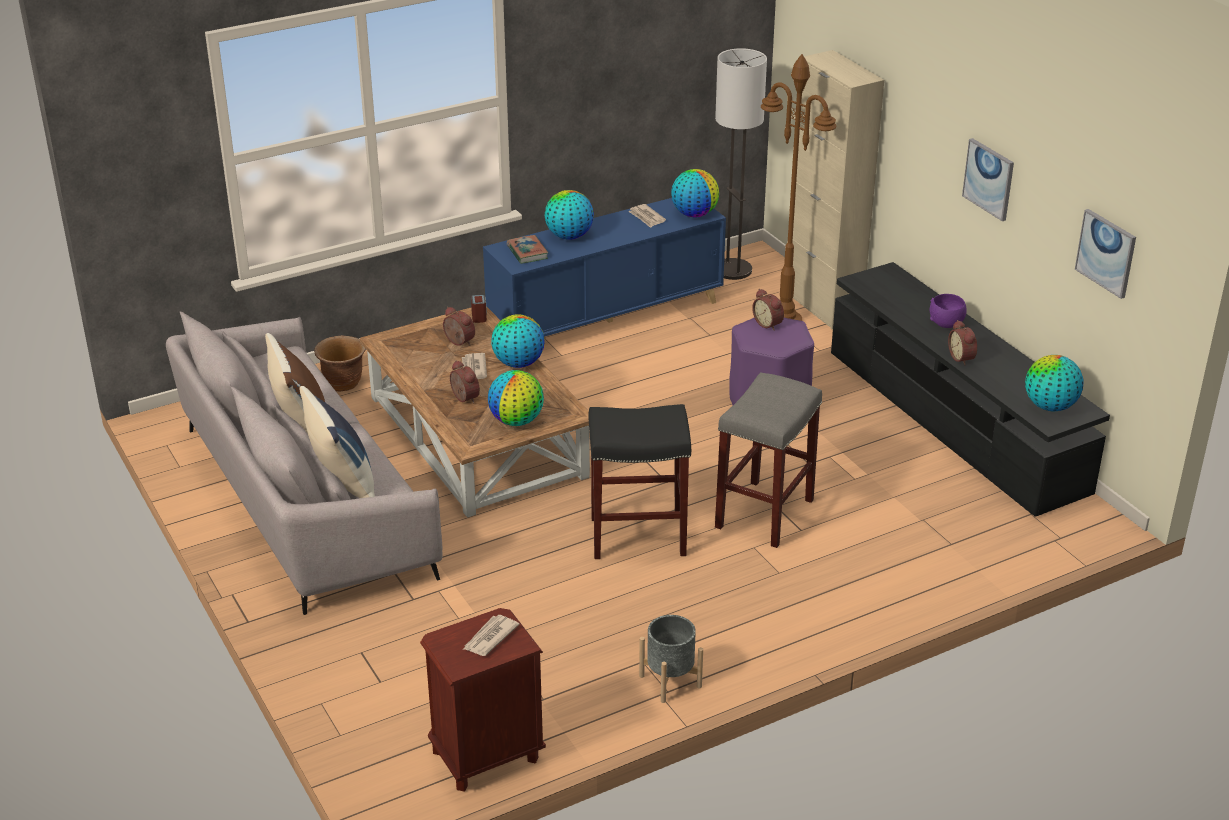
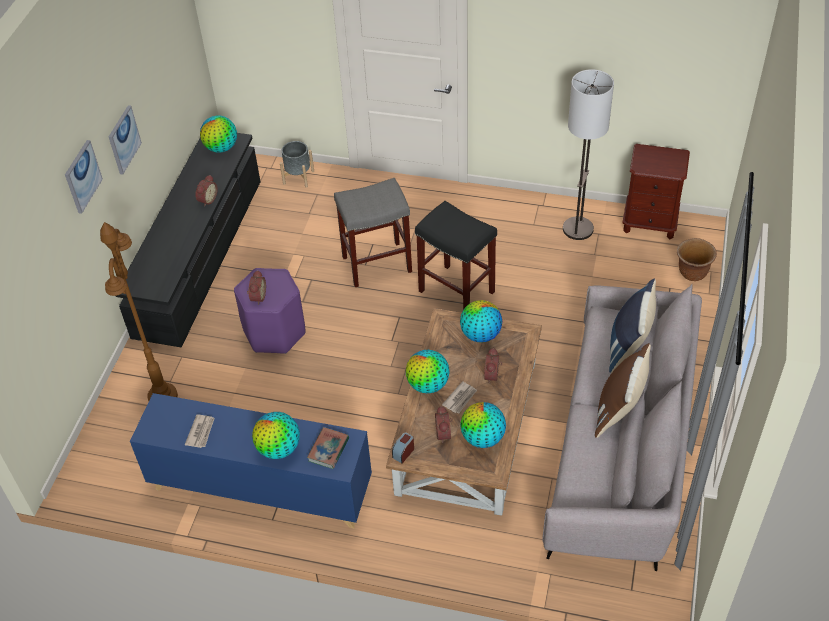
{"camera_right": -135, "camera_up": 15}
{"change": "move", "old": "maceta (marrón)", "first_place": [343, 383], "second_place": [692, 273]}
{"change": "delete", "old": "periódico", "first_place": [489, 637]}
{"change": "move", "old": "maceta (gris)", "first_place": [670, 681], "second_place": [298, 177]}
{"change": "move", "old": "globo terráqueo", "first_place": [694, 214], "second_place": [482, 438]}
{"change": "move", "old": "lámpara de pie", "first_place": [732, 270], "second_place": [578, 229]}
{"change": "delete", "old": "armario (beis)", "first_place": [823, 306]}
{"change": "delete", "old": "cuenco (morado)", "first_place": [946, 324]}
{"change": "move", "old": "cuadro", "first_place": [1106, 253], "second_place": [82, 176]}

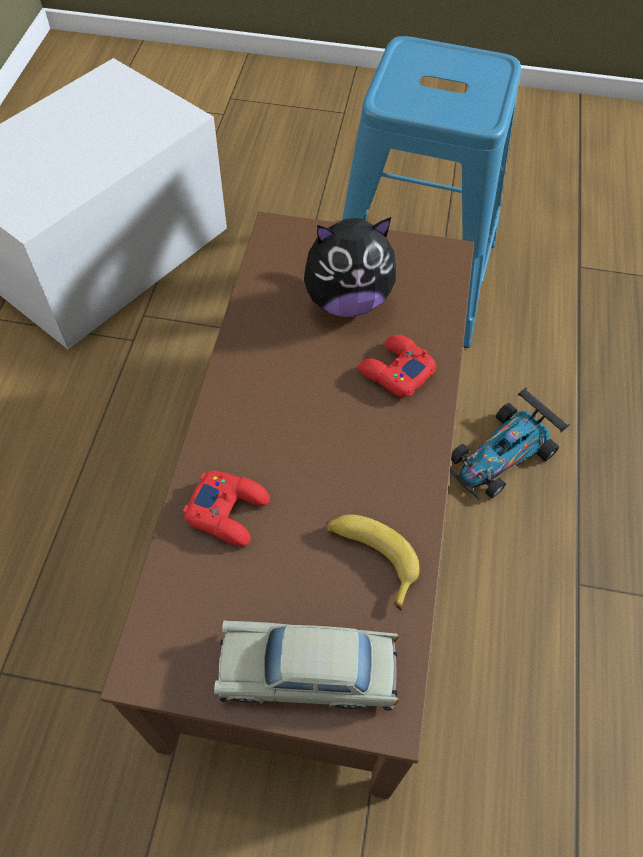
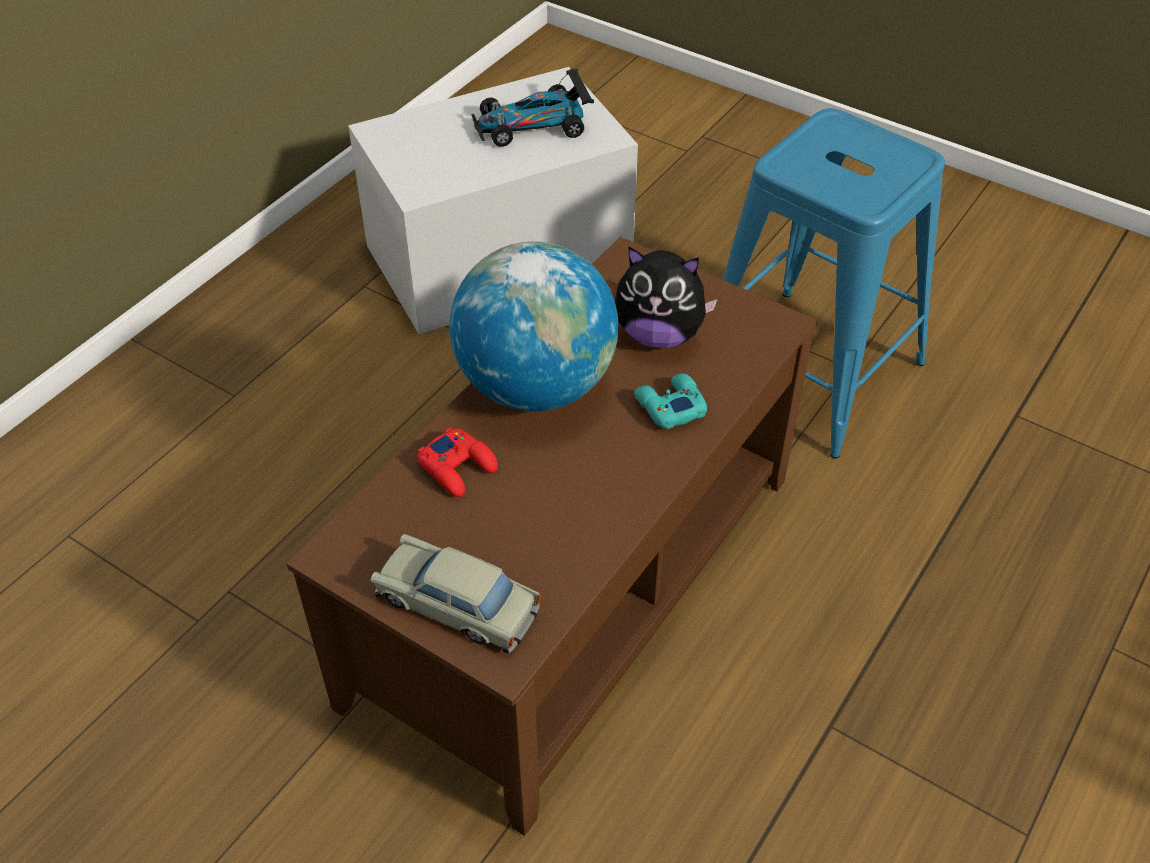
{"camera_right": 25, "camera_up": -10}
{"change": "delete", "old": "plátano", "first_place": [370, 557]}
{"change": "recolor", "old": "mando de consola (rojo)", "new": "mando de consola (turquesa)", "first_place": [395, 371], "second_place": [669, 406]}
{"change": "move", "old": "coche de juguete", "first_place": [502, 455], "second_place": [533, 125]}
{"change": "insert", "new": "globo terráqueo", "second_place": [535, 386]}

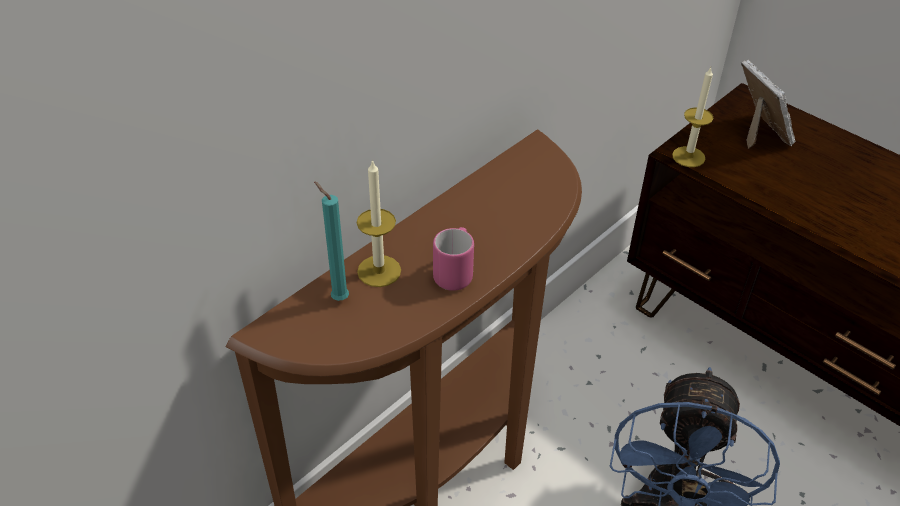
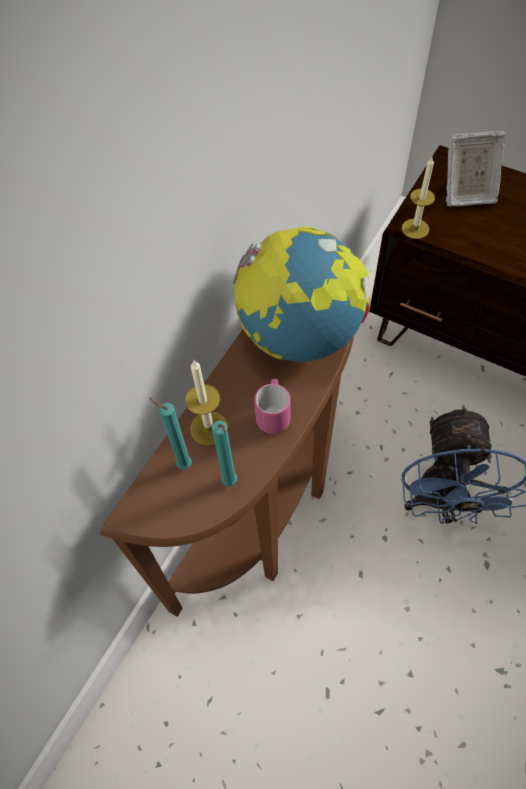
{"camera_right": -10, "camera_up": 15}
{"change": "rotate", "old": "portarretratos", "first_place": [760, 135], "second_place": [466, 194], "degrees": 120}
{"change": "insert", "new": "vela (turquesa)", "second_place": [230, 483]}
{"change": "insert", "new": "globo terráqueo", "second_place": [300, 335]}

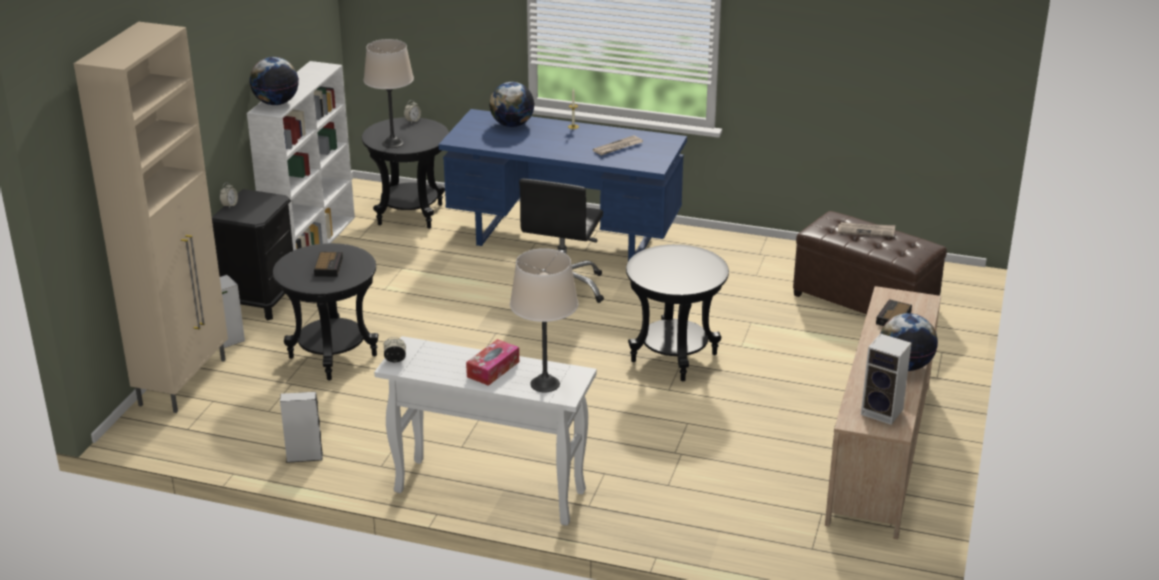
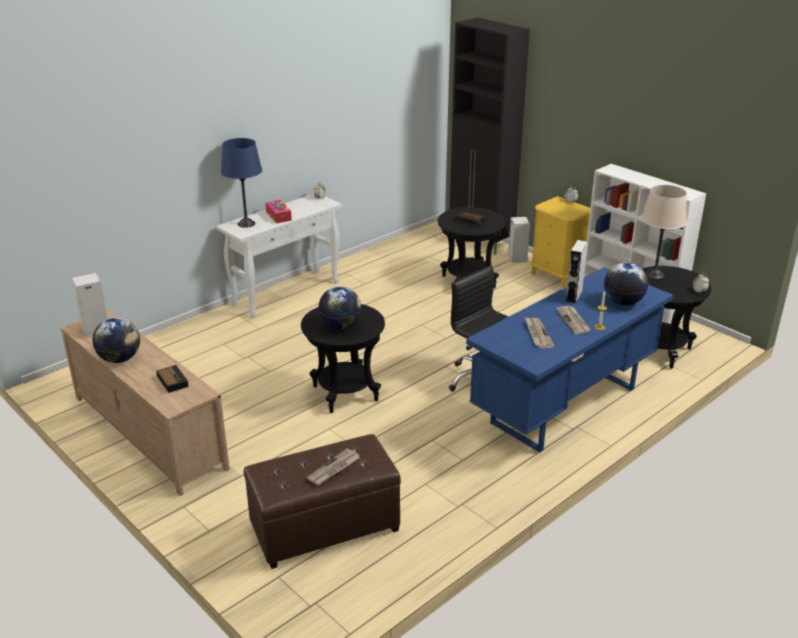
{"camera_right": 120, "camera_up": 0}
{"change": "recolor", "old": "armario (beis)", "new": "armario (negro)", "first_place": [184, 381], "second_place": [481, 242]}
{"change": "recolor", "old": "mesita de noche (negro)", "new": "mesita de noche (amarillo)", "first_place": [262, 301], "second_place": [557, 275]}
{"change": "move", "old": "globo terráqueo", "first_place": [276, 103], "second_place": [341, 326]}
{"change": "move", "old": "altavoz (gris)", "first_place": [304, 457], "second_place": [573, 296]}
{"change": "recolor", "old": "lámpara de mesa (beis)", "new": "lámpara de mesa (azul)", "first_place": [545, 384], "second_place": [246, 224]}
{"change": "insert", "new": "periódico", "second_place": [573, 321]}

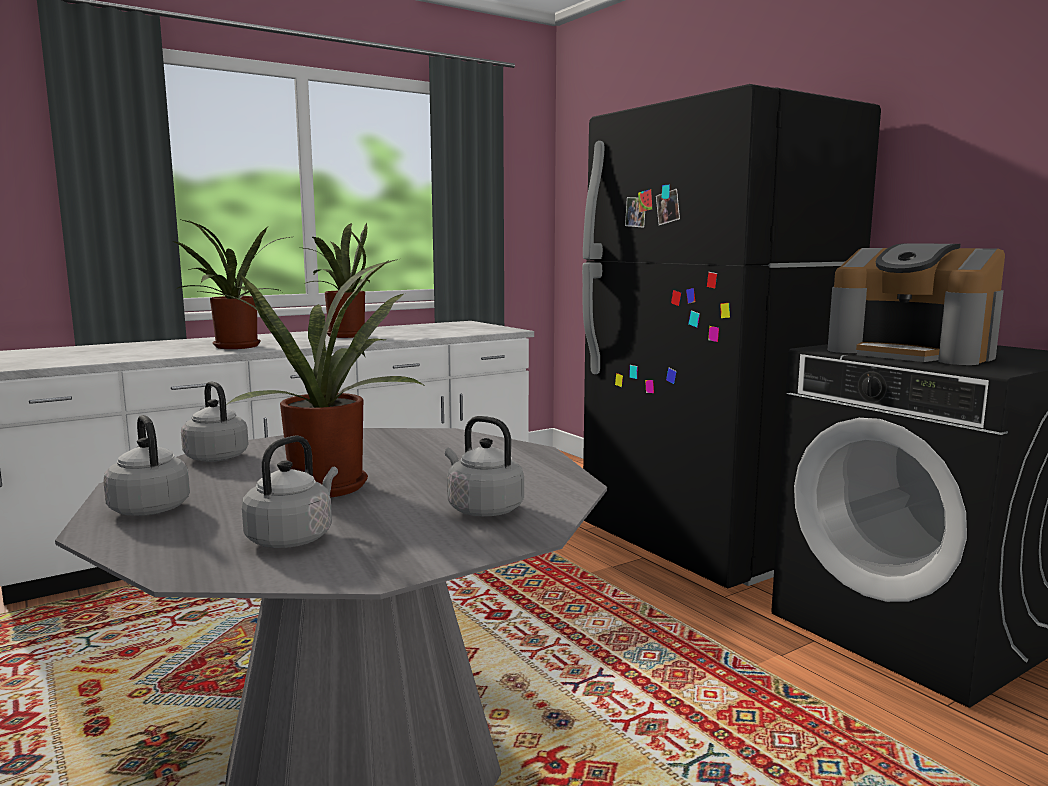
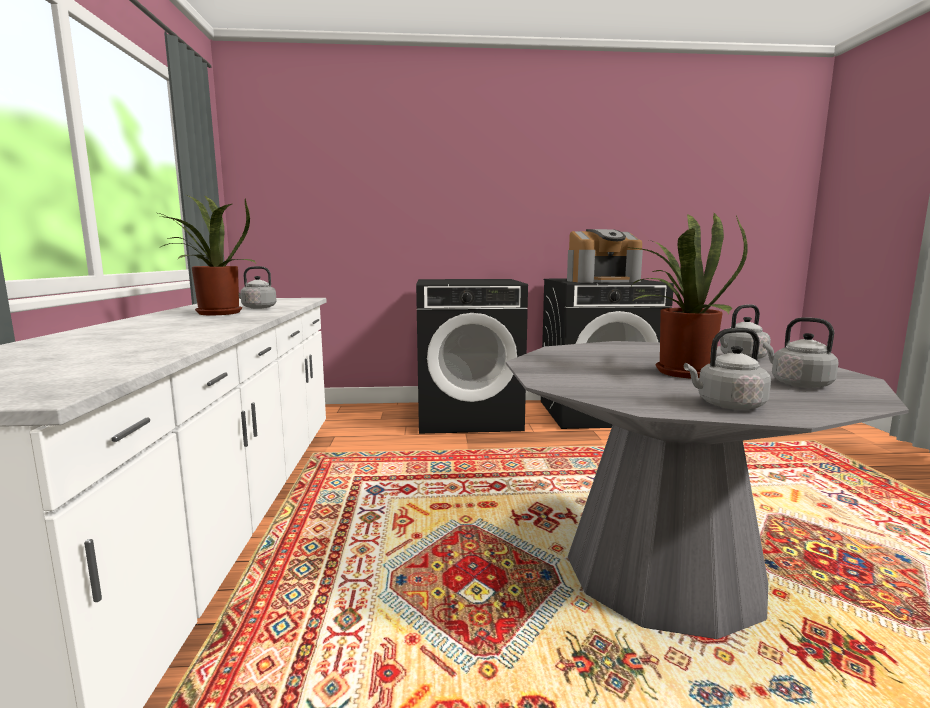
{"camera_right": -60, "camera_up": 0}
{"change": "delete", "old": "planta en maceta", "first_place": [235, 347]}
{"change": "move", "old": "hervidor (gris)", "first_place": [215, 456], "second_place": [257, 308]}
{"change": "replace", "old": "nevera (negro)", "new": "lavadora (negro)", "first_place": [707, 544], "second_place": [469, 417]}

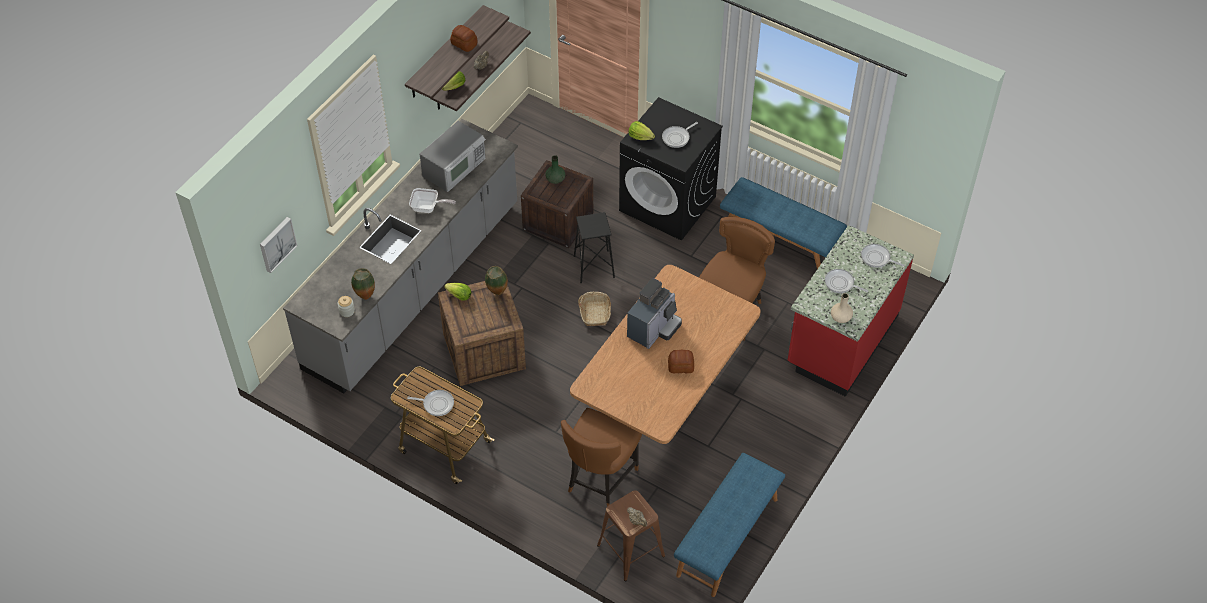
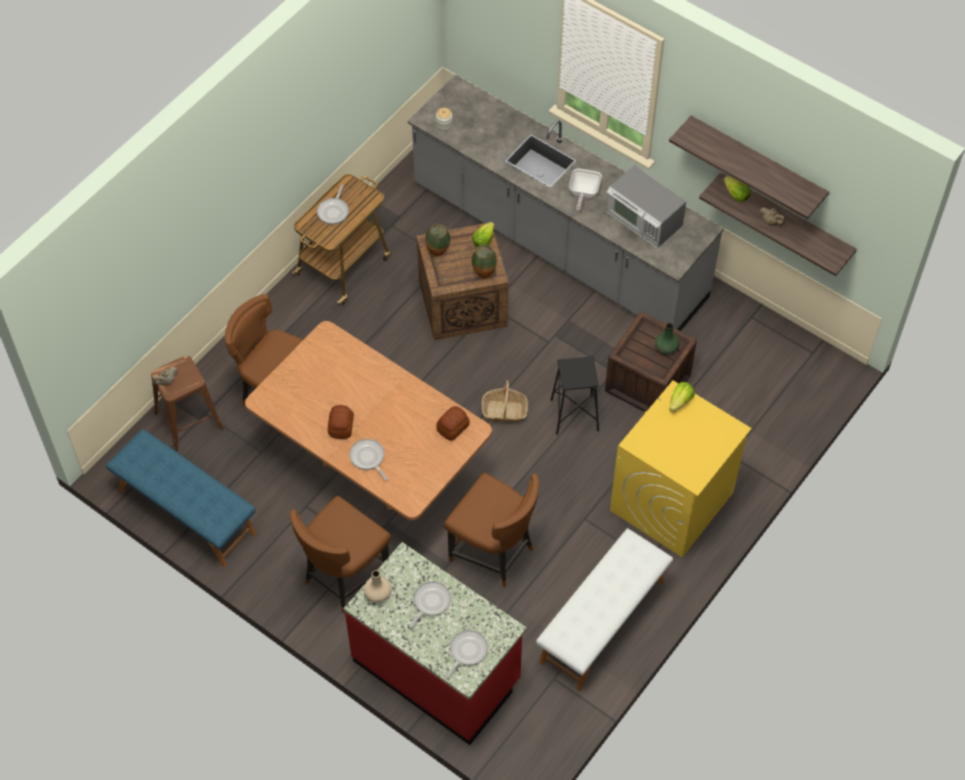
{"camera_right": 95, "camera_up": 5}
{"change": "delete", "old": "cuadro", "first_place": [276, 244]}
{"change": "move", "old": "florero", "first_place": [365, 296], "second_place": [438, 253]}
{"change": "move", "old": "pan", "first_place": [464, 43], "second_place": [453, 427]}
{"change": "recolor", "old": "lavadora (negro)", "new": "lavadora (amarillo)", "first_place": [668, 203], "second_place": [671, 502]}
{"change": "delete", "old": "cafetera", "first_place": [654, 329]}
{"change": "move", "old": "sartén", "first_place": [677, 137], "second_place": [368, 458]}
{"change": "recolor", "old": "banco (azul)", "new": "banco (blanco)", "first_place": [780, 241], "second_place": [603, 622]}
{"change": "insert", "new": "silla (marrón)", "second_place": [344, 577]}

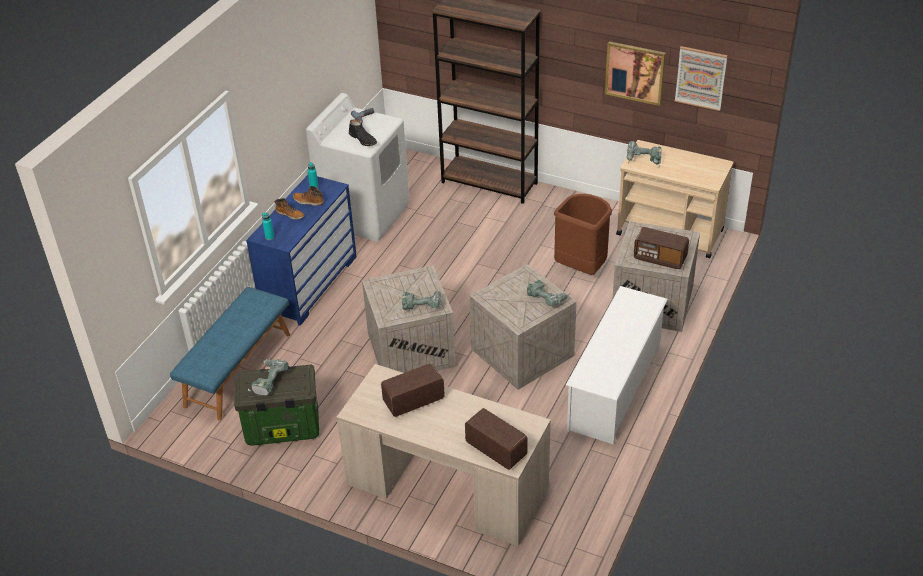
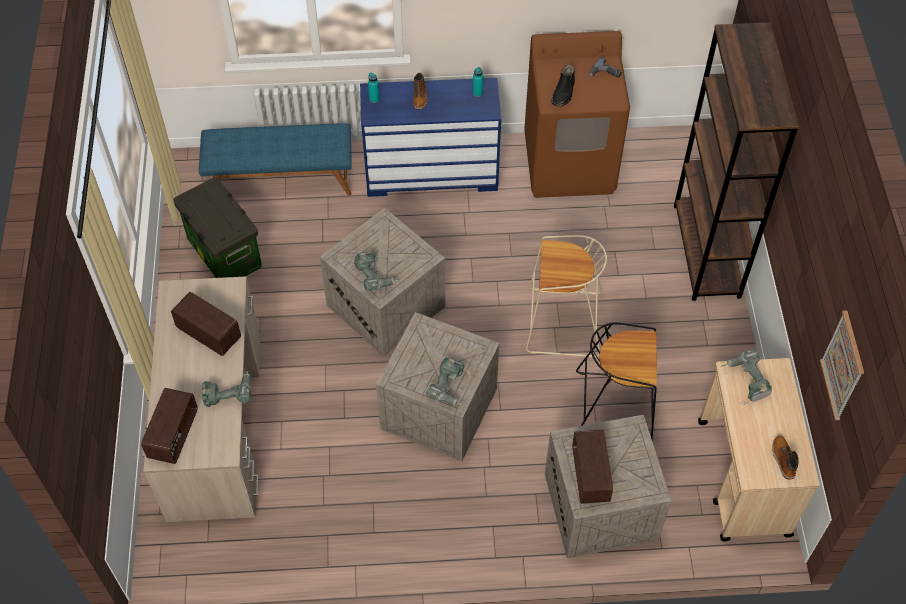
{"camera_right": 60, "camera_up": 15}
{"change": "move", "old": "taladro", "first_place": [268, 381], "second_place": [229, 393]}
{"change": "move", "old": "bota", "first_place": [308, 201], "second_place": [783, 459]}
{"change": "recolor", "old": "lavadora (blanco)", "new": "lavadora (marrón)", "first_place": [364, 214], "second_place": [570, 164]}
{"change": "replace", "old": "papelera (marrón)", "new": "taburete (negro)", "first_place": [582, 268], "second_place": [614, 408]}
{"change": "delete", "old": "zapatero (blanco)", "first_place": [614, 389]}
{"change": "delete", "old": "cuadro", "first_place": [635, 72]}
{"change": "insert", "new": "taburete (beis)", "second_place": [562, 323]}

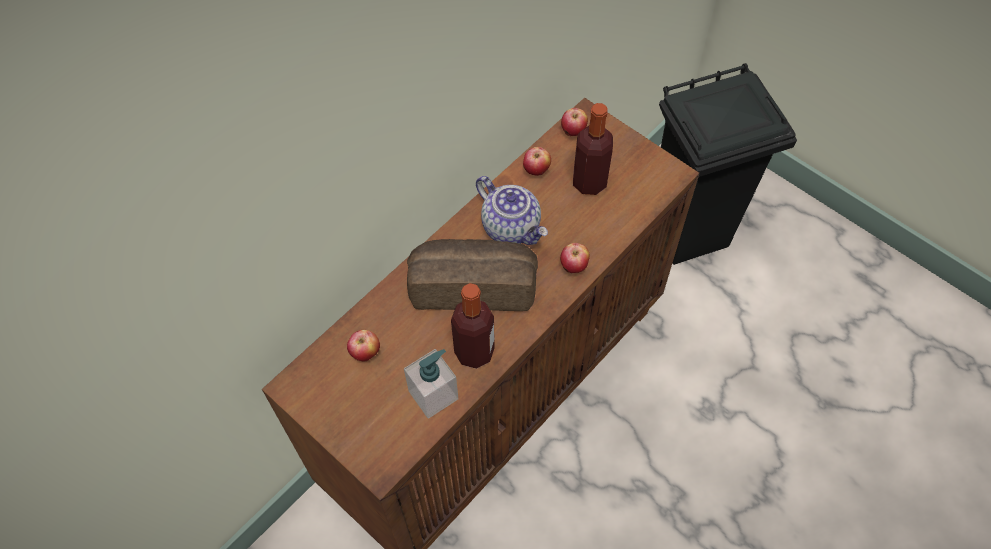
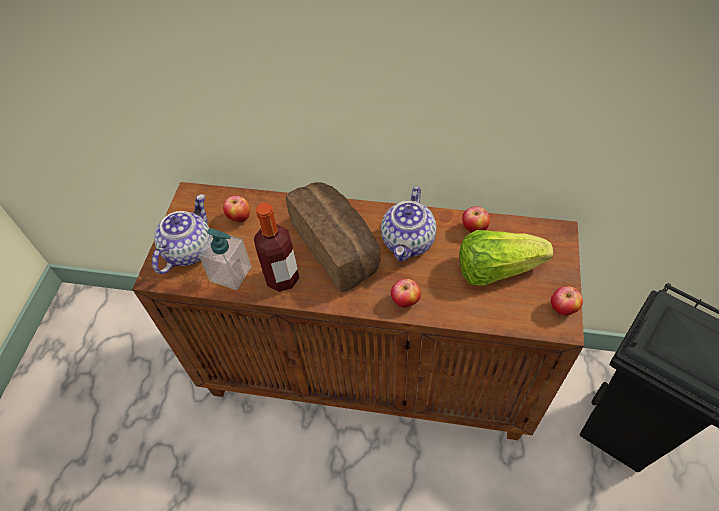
{"camera_right": 60, "camera_up": -5}
{"change": "move", "old": "manzana", "first_place": [573, 132], "second_place": [562, 309]}
{"change": "replace", "old": "botella", "new": "lechuga", "first_place": [589, 182], "second_place": [496, 269]}
{"change": "insert", "new": "tetera", "second_place": [188, 250]}

